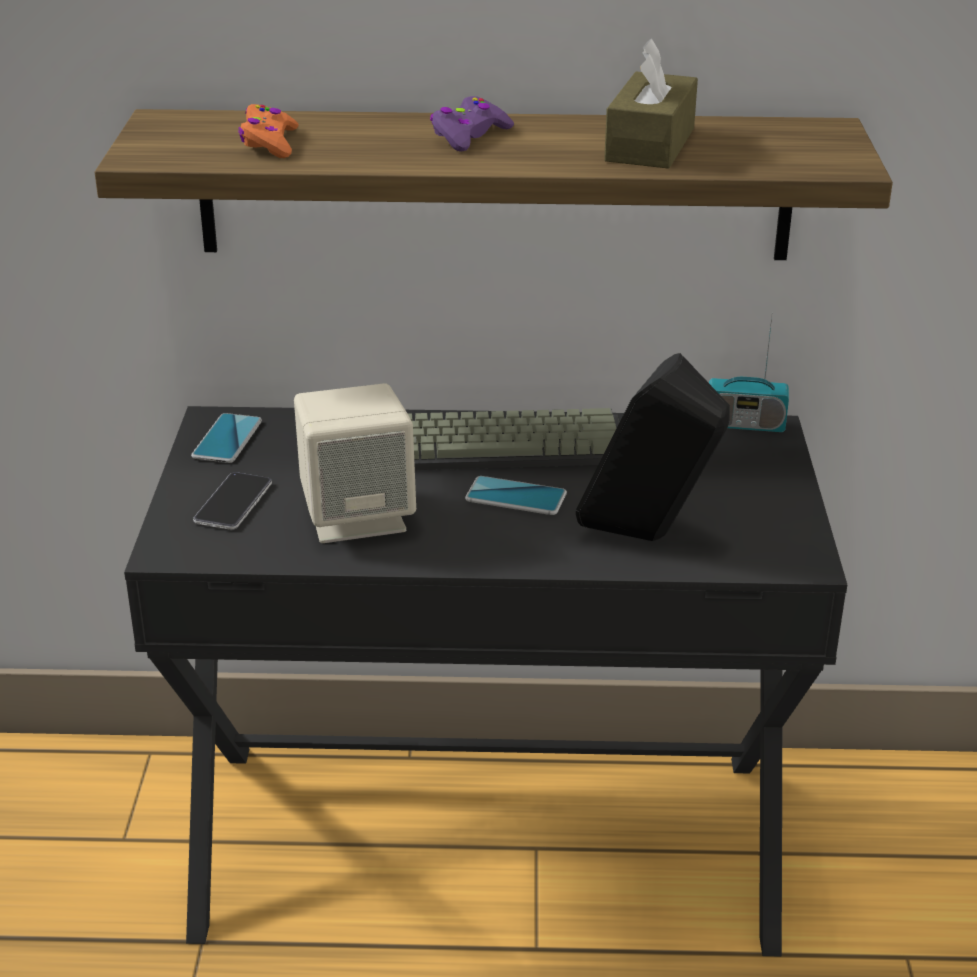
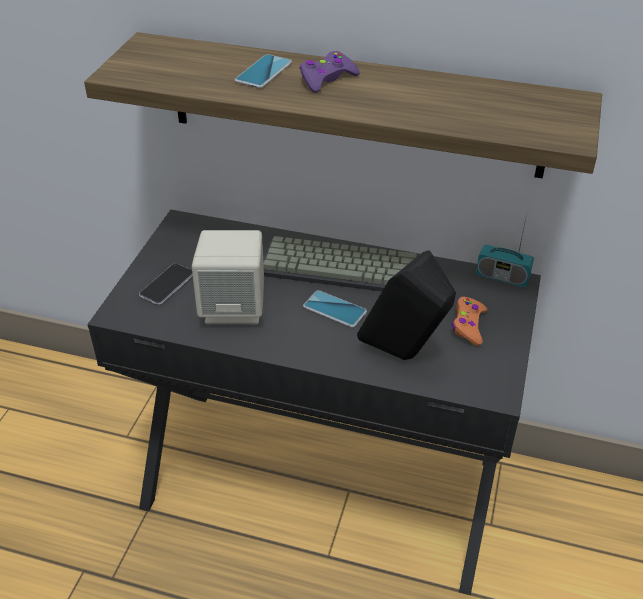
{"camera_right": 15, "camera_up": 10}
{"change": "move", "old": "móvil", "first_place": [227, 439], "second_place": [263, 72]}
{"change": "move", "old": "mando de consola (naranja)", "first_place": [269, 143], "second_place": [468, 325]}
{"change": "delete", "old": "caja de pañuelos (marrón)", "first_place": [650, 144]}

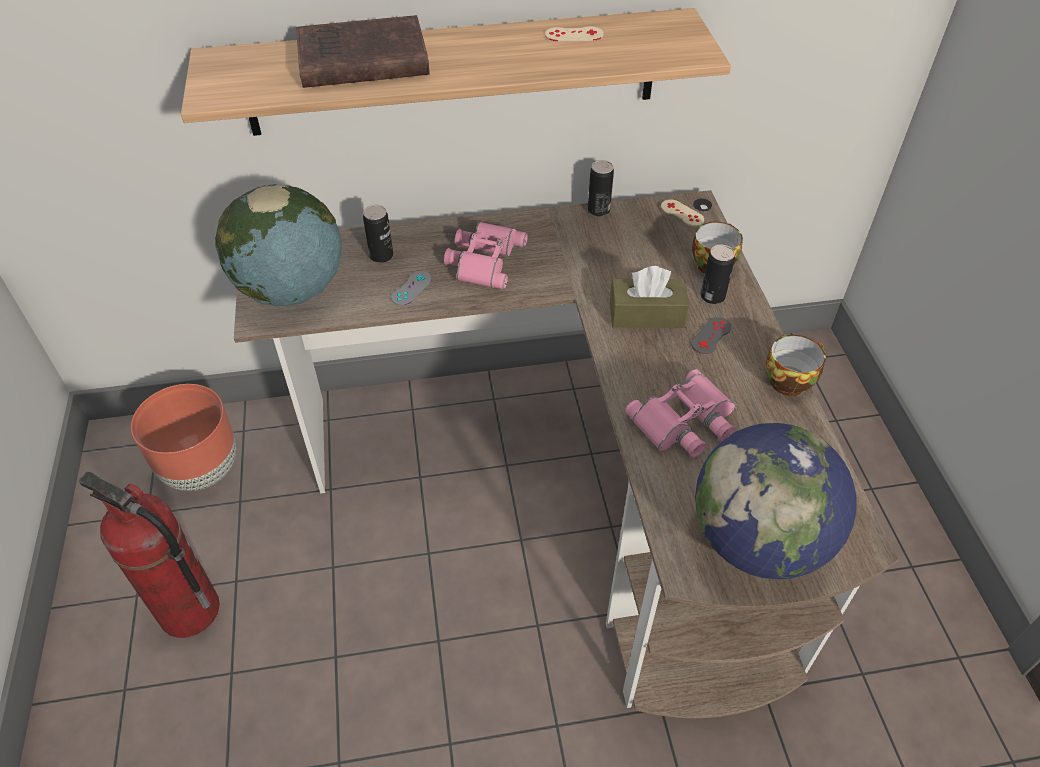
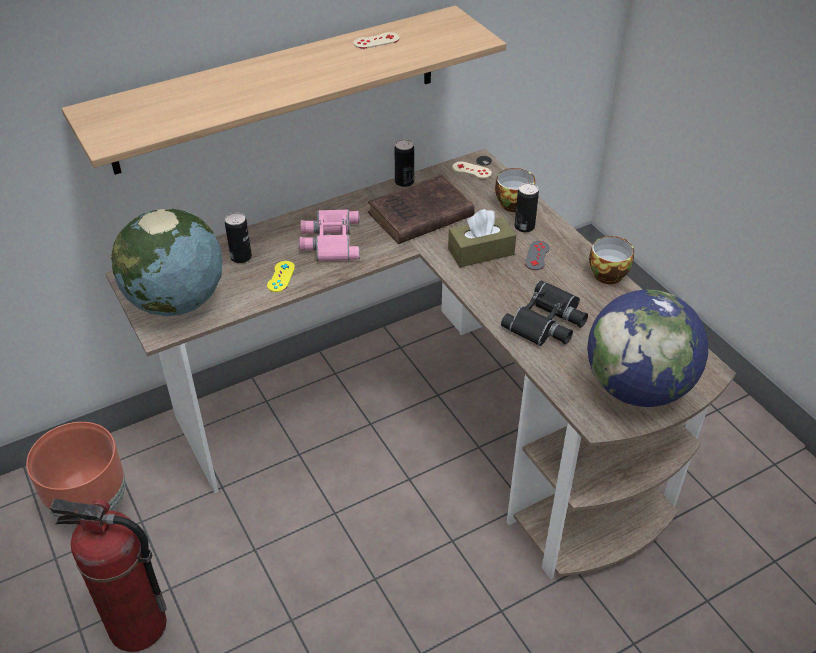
{"camera_right": -20, "camera_up": -5}
{"change": "move", "old": "libro (marrón)", "first_place": [359, 61], "second_place": [418, 216]}
{"change": "recolor", "old": "mando de consola (gris)", "new": "mando de consola (amarillo)", "first_place": [411, 288], "second_place": [281, 276]}
{"change": "recolor", "old": "prismáticos (rosa)", "new": "prismáticos (negro)", "first_place": [685, 422], "second_place": [548, 322]}

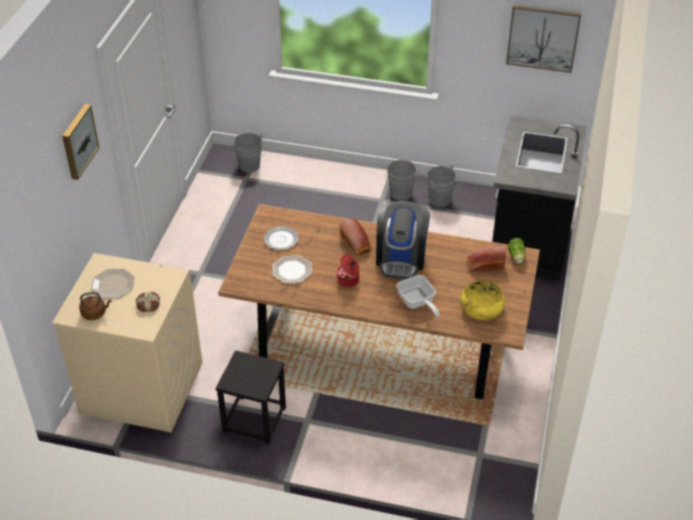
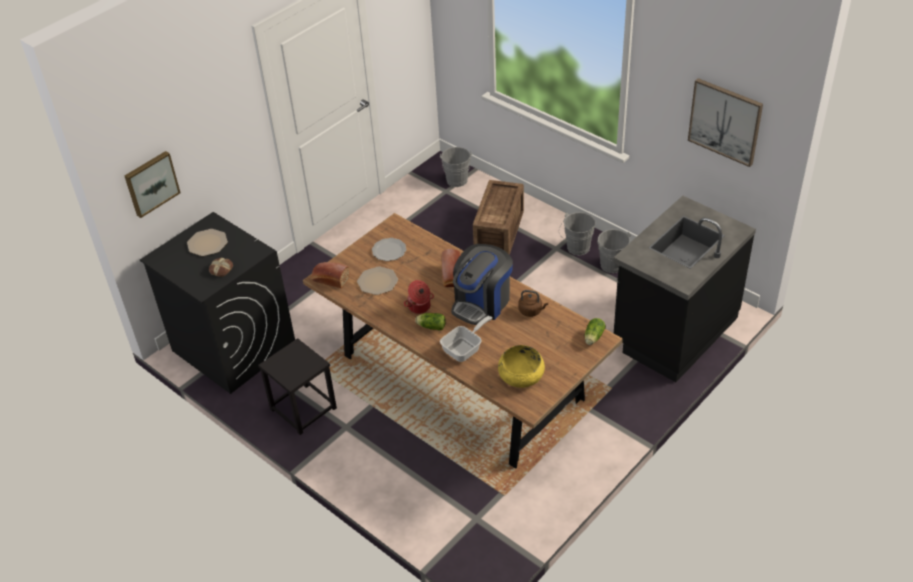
{"camera_right": 30, "camera_up": 0}
{"change": "recolor", "old": "lavadora (beis)", "new": "lavadora (negro)", "first_place": [140, 388], "second_place": [233, 347]}
{"change": "move", "old": "cuadro", "first_place": [78, 141], "second_place": [151, 183]}
{"change": "move", "old": "hervidor (marrón)", "first_place": [95, 313], "second_place": [531, 311]}
{"change": "rotate", "old": "sartén", "first_place": [417, 302], "second_place": [465, 349], "degrees": -135}
{"change": "move", "old": "pan", "first_place": [484, 265], "second_place": [329, 279]}
{"change": "insert", "new": "lechuga", "second_place": [430, 326]}
{"change": "insert", "new": "caja de embalaje", "second_place": [500, 230]}

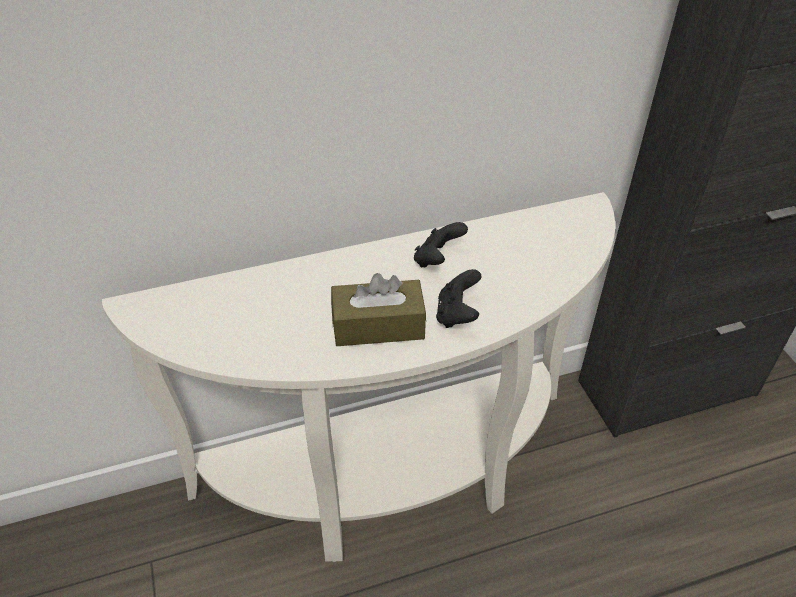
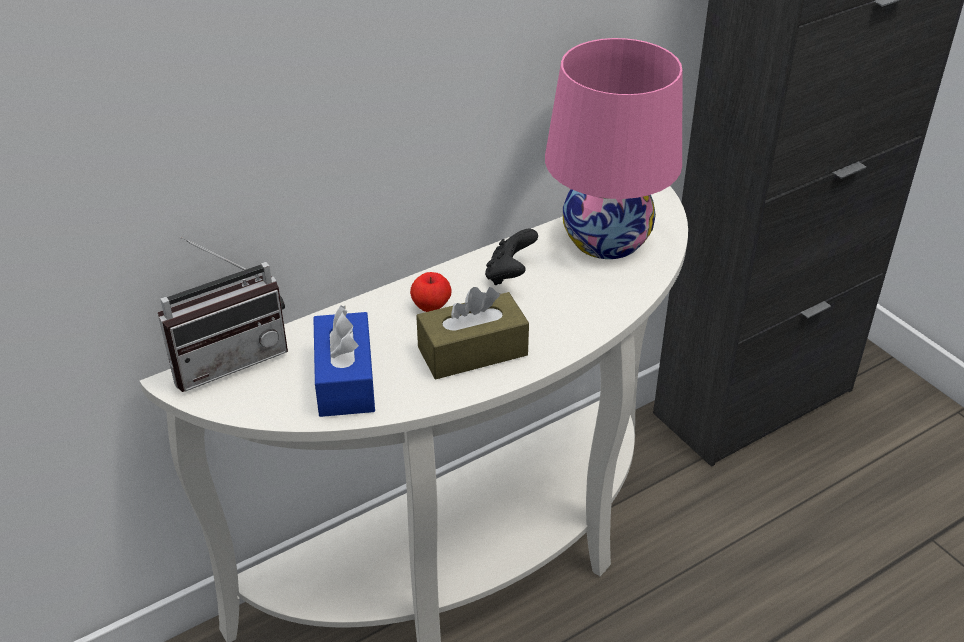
{"camera_right": -15, "camera_up": -5}
{"change": "delete", "old": "mando de consola (negro)", "first_place": [457, 314]}
{"change": "insert", "new": "radio", "second_place": [227, 358]}
{"change": "insert", "new": "caja de pañuelos (azul)", "second_place": [345, 379]}
{"change": "insert", "new": "manzana", "second_place": [431, 307]}
{"change": "insert", "new": "lámpara de mesa (rosa)", "second_place": [607, 239]}

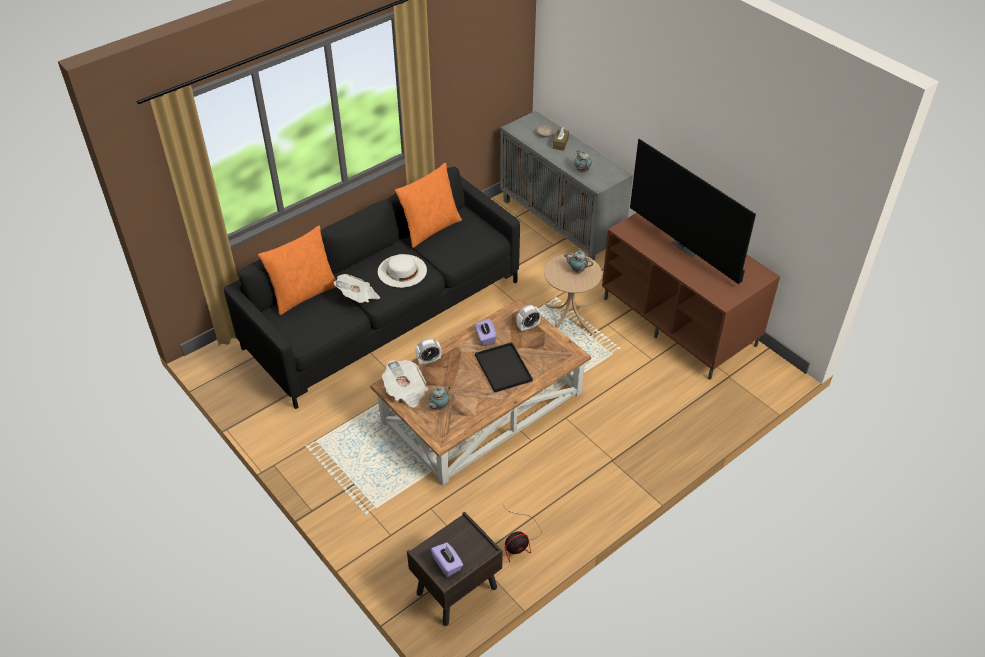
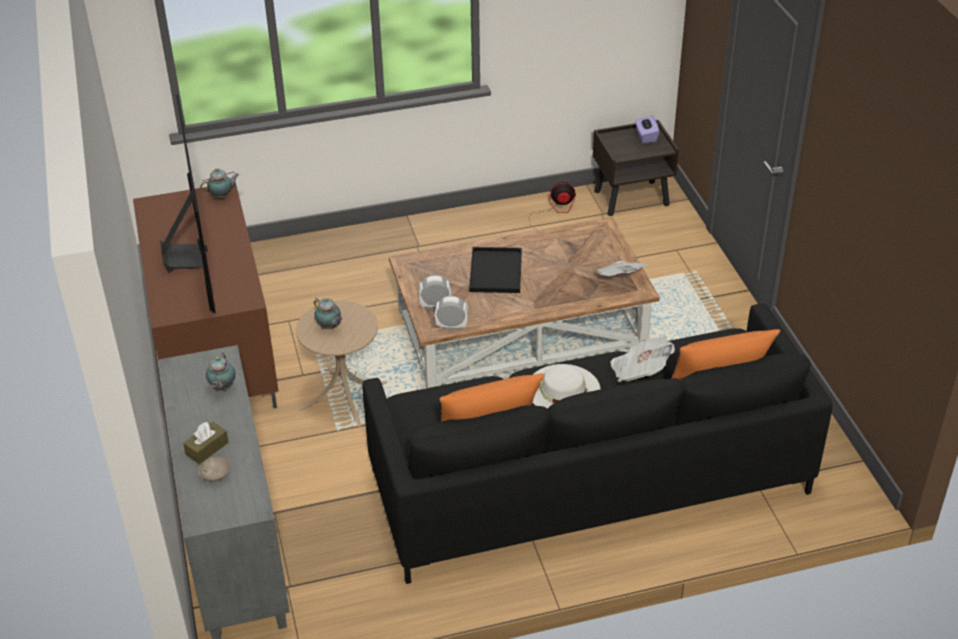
{"camera_right": -155, "camera_up": -5}
{"change": "move", "old": "despertador", "first_place": [429, 360], "second_place": [451, 326]}
{"change": "move", "old": "tetera", "first_place": [438, 407], "second_place": [223, 196]}
{"change": "delete", "old": "caja de pañuelos (morado)", "first_place": [485, 338]}

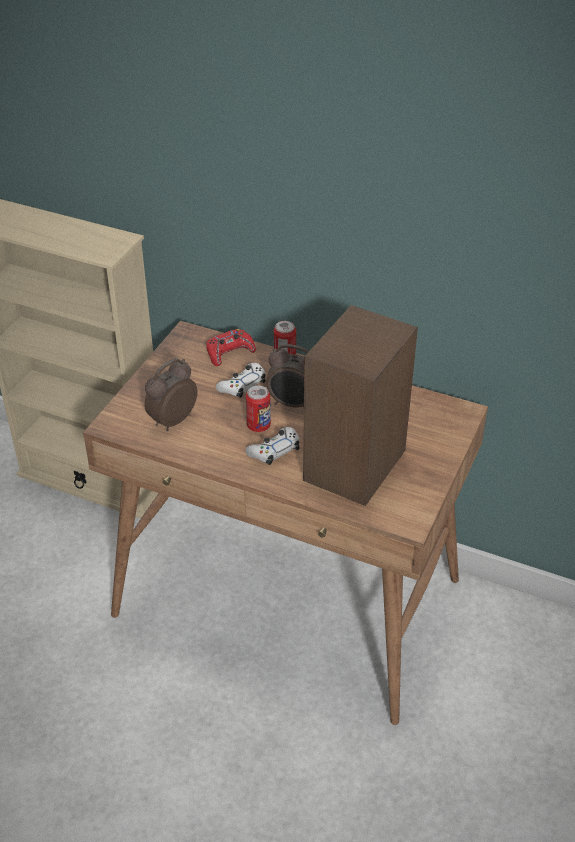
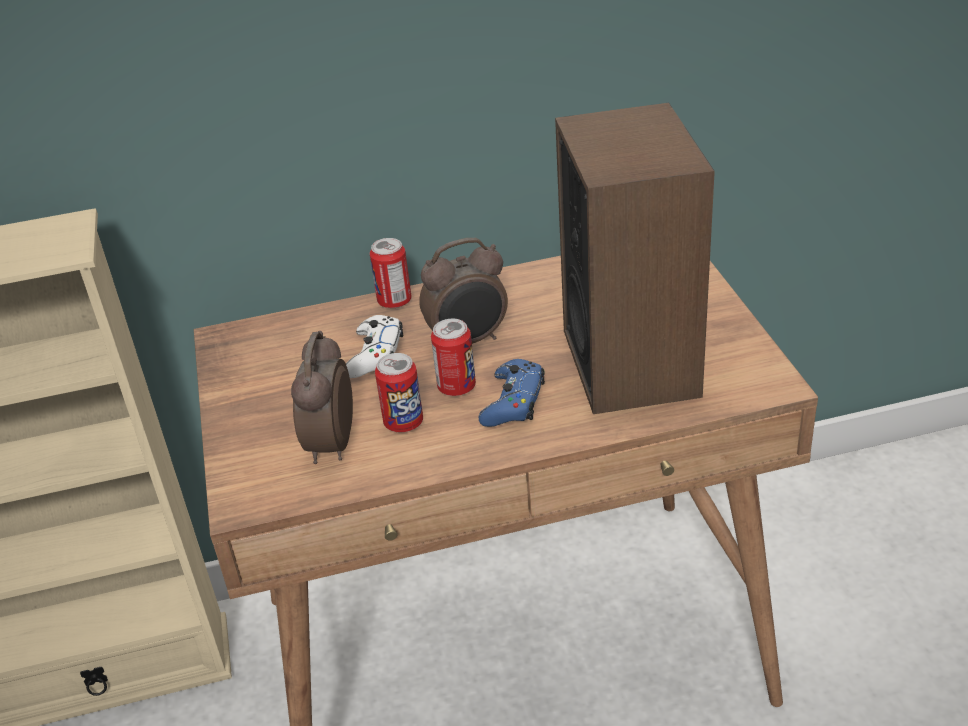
{"camera_right": -35, "camera_up": -5}
{"change": "delete", "old": "mando de consola (rojo)", "first_place": [229, 352]}
{"change": "recolor", "old": "mando de consola (blanco)", "new": "mando de consola (azul)", "first_place": [274, 450], "second_place": [513, 402]}
{"change": "insert", "new": "lata", "second_place": [403, 423]}

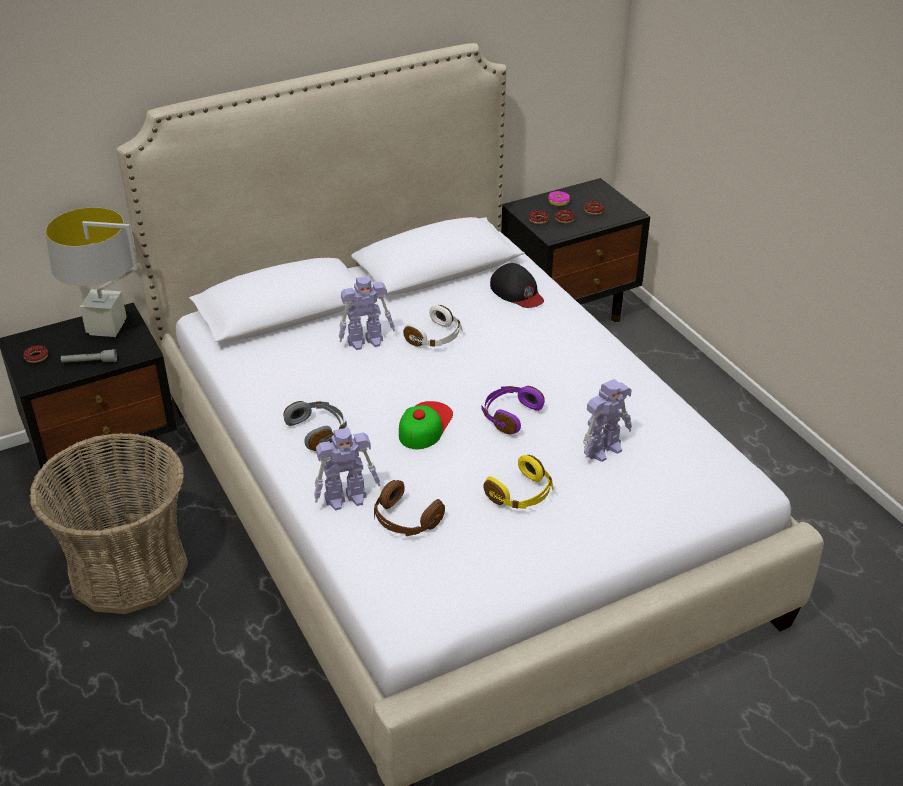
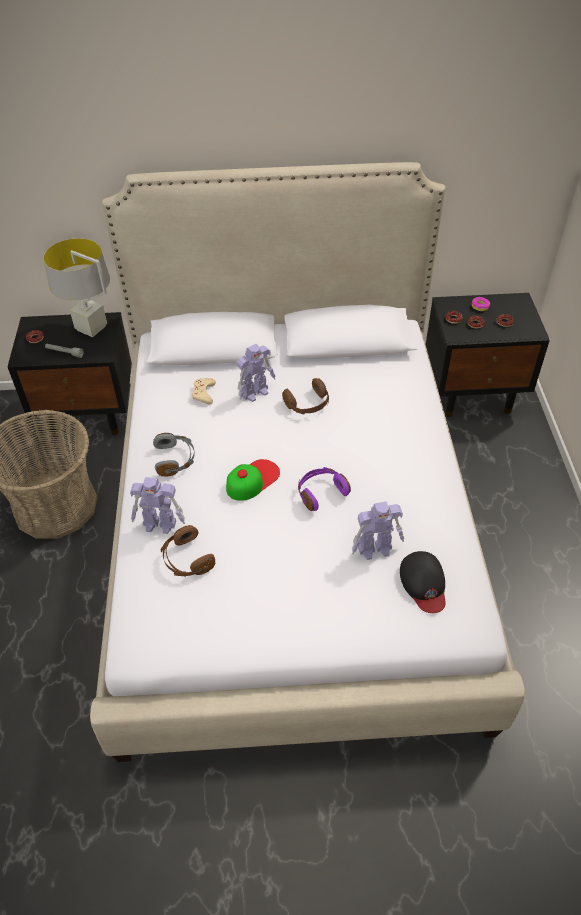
{"camera_right": 25, "camera_up": 10}
{"change": "rotate", "old": "robot de juguete", "first_place": [366, 341], "second_place": [255, 392], "degrees": -45}
{"change": "recolor", "old": "auriculares (blanco)", "new": "auriculares (marrón)", "first_place": [435, 337], "second_place": [308, 404]}
{"change": "delete", "old": "auriculares (amarillo)", "first_place": [521, 494]}
{"change": "move", "old": "gorra (negro)", "first_place": [517, 292], "second_place": [423, 583]}
{"change": "insert", "new": "mando de consola (beis)", "second_place": [204, 393]}

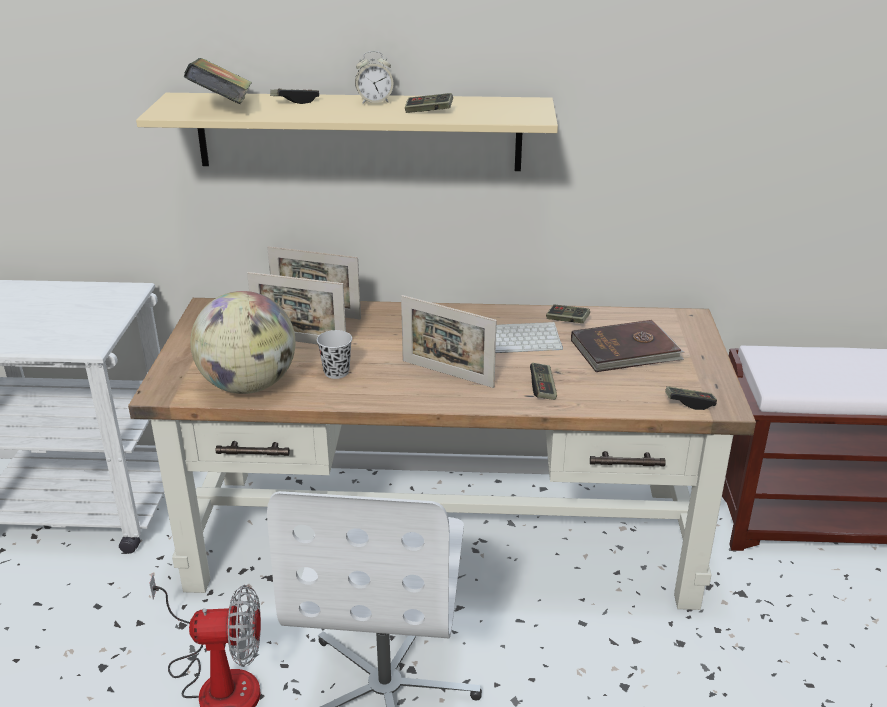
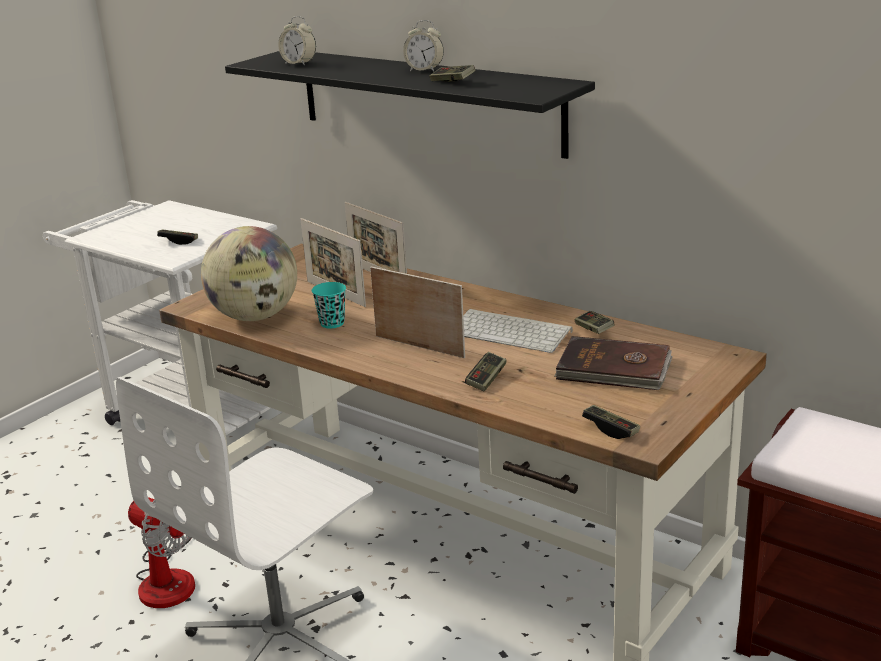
{"camera_right": 35, "camera_up": -5}
{"change": "recolor", "old": "estante (beis)", "new": "estante (negro)", "first_place": [359, 132], "second_place": [427, 101]}
{"change": "replace", "old": "libro", "new": "despertador", "first_place": [222, 108], "second_place": [299, 63]}
{"change": "move", "old": "mando de consola", "first_place": [295, 101], "second_place": [178, 241]}
{"change": "recolor", "old": "taza (negro)", "new": "taza (turquesa)", "first_place": [336, 372], "second_place": [332, 323]}
{"change": "rotate", "old": "portarretratos", "first_place": [447, 374], "second_place": [419, 346], "degrees": 150}

